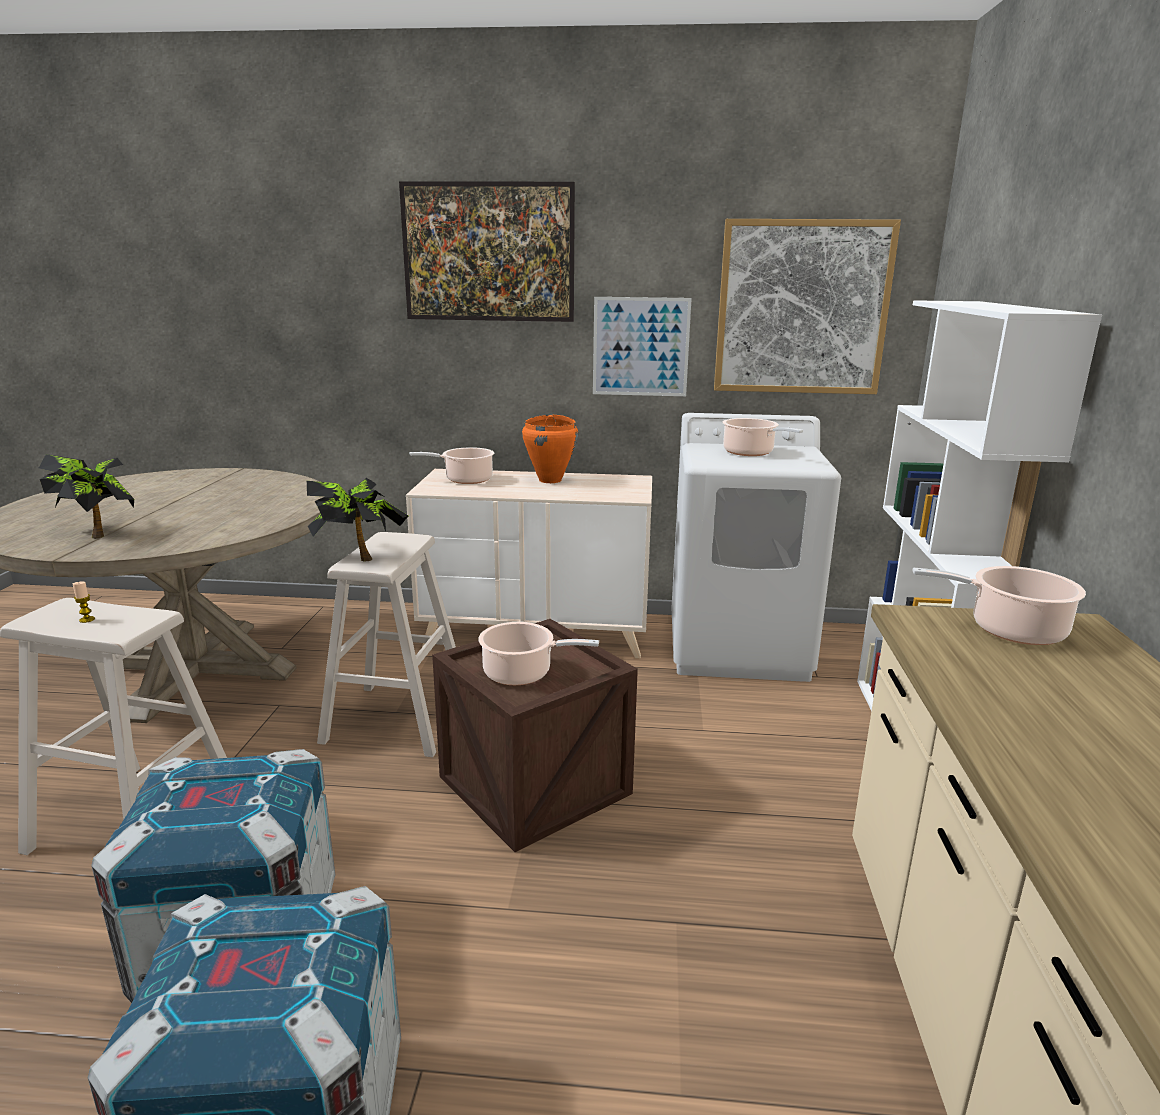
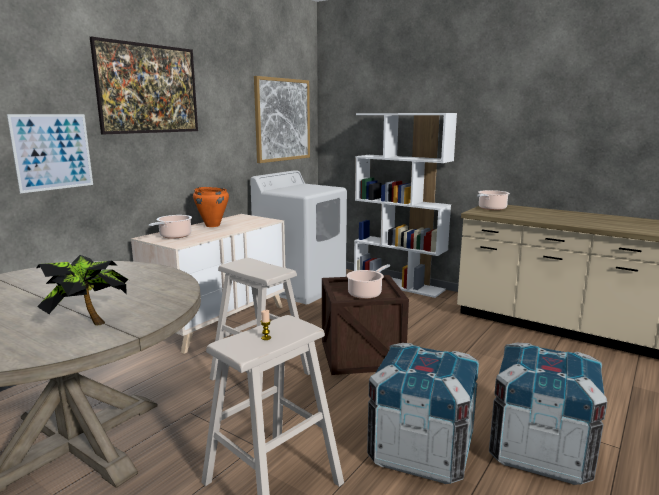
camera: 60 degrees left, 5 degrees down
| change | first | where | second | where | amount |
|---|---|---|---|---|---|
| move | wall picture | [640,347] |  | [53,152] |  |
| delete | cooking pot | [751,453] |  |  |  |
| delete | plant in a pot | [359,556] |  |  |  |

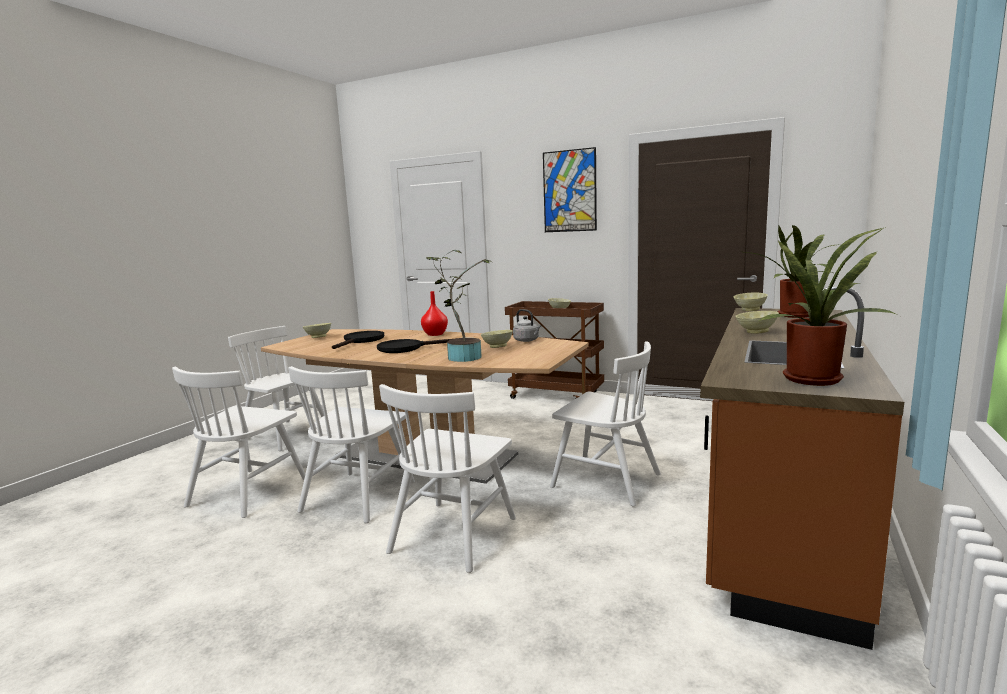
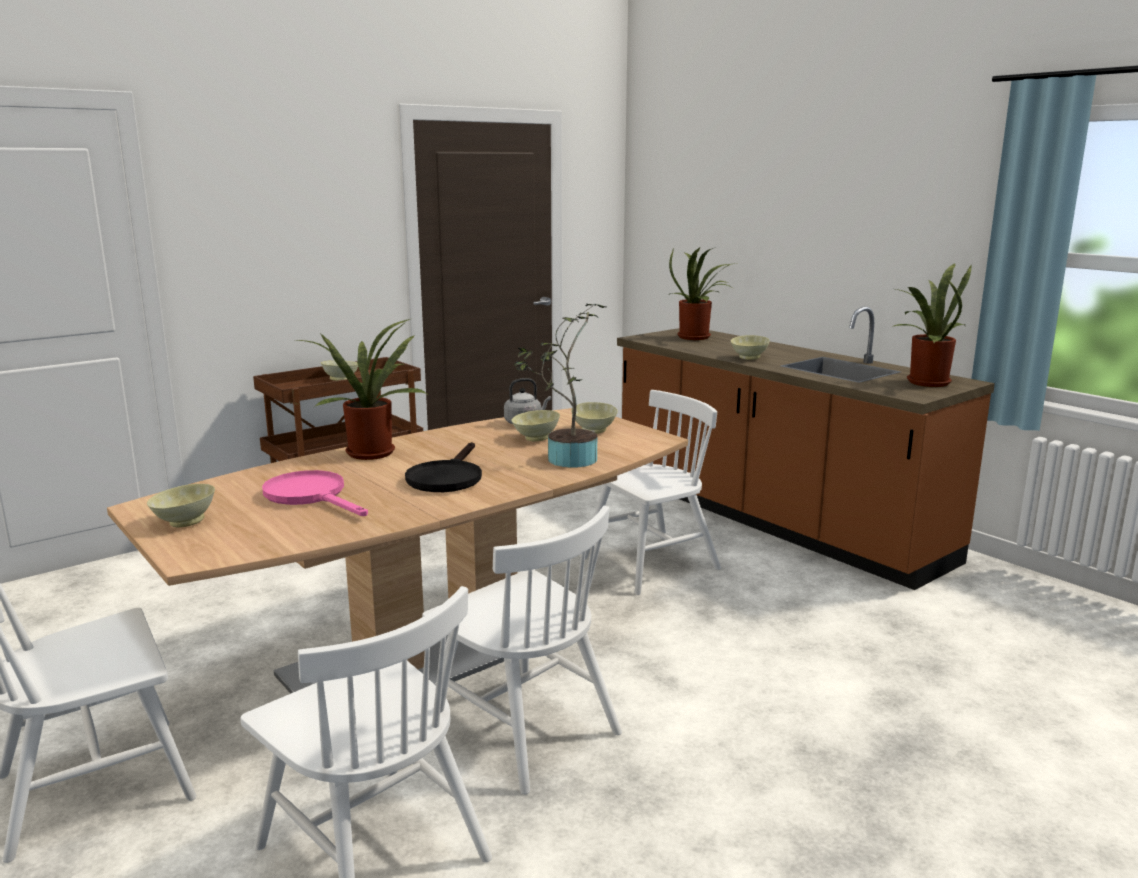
camera: 65 degrees left, 5 degrees up
| change | first | where | second | where | amount |
|---|---|---|---|---|---|
| delete | wall picture | [569,191] |  |  |  |
| replace | flower vase/red | [435,334] | plant in a pot | [371,452] |  |
| move | serving bowl/sand-coloured | [749,310] |  | [593,431] |  |
| recolor | skillet/blackish | [361,341] | skillet/pinkish | [311,496] |  |
| delete | upright chair/white-coloured | [453,534] |  |  |  |

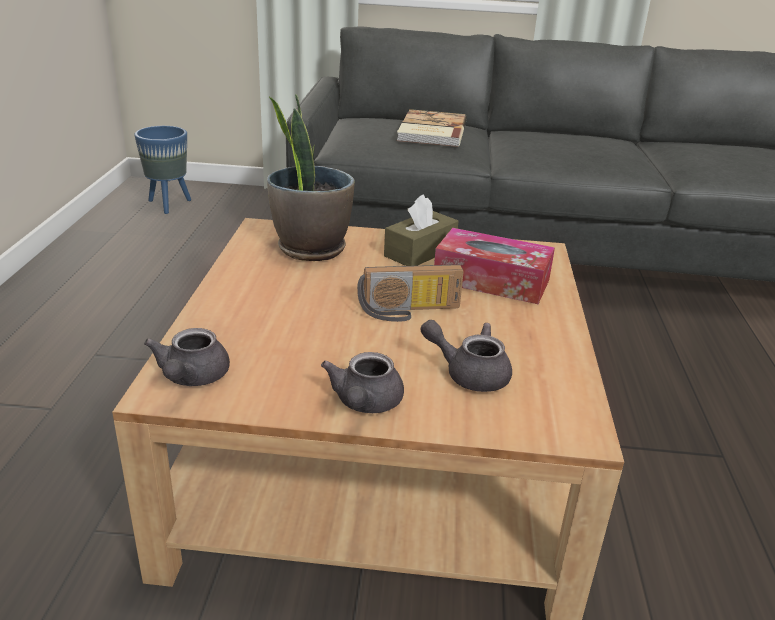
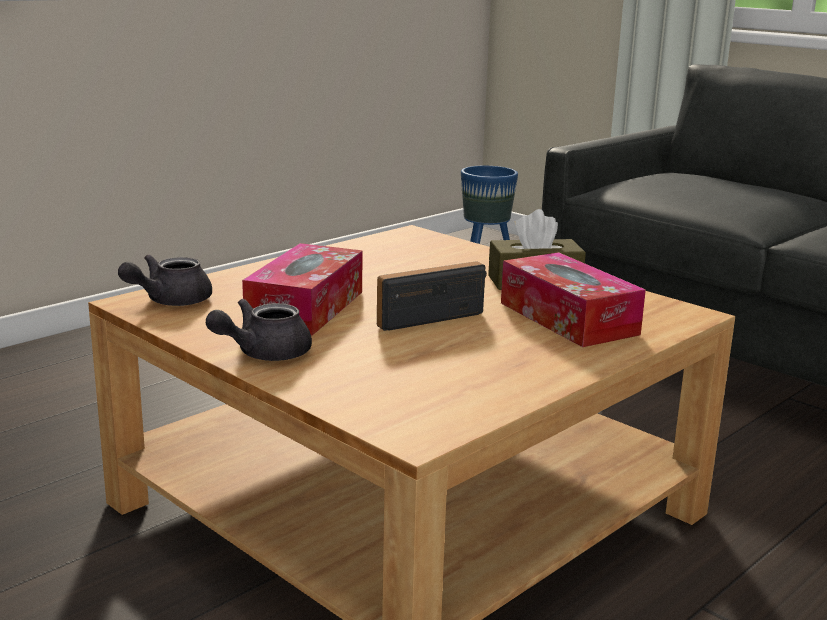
camera: 40 degrees right, 10 degrees down
| change | first | where | second | where | amount |
|---|---|---|---|---|---|
| delete | plant in a pot | [310,248] |  |  |  |
| delete | volume | [430,131] |  |  |  |
| rotate | radio set | [409,312] |  | [428,315] | 120 degrees clockwise |
| delete | teapot/gray | [469,373] |  |  |  |
| insert |  |  | tissue box | [306,308] |  |

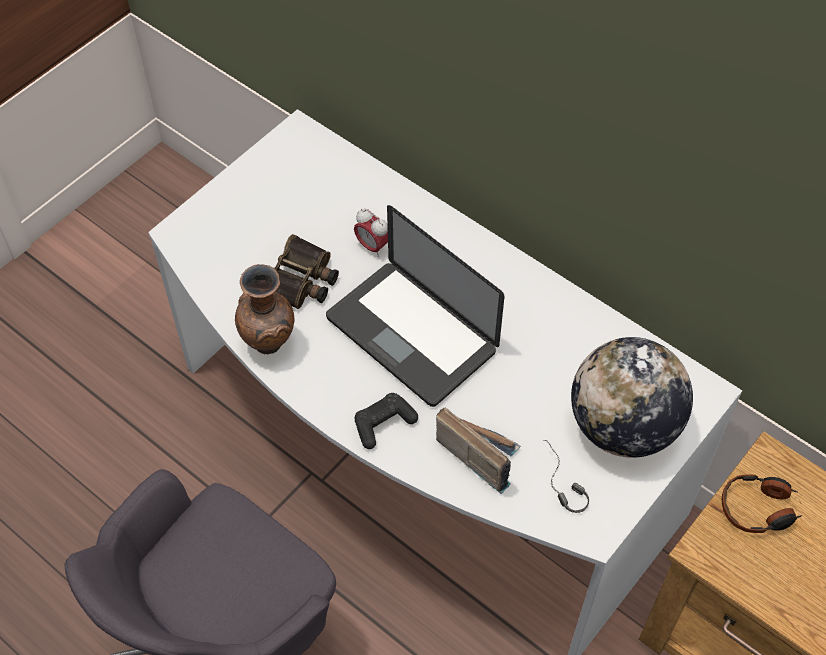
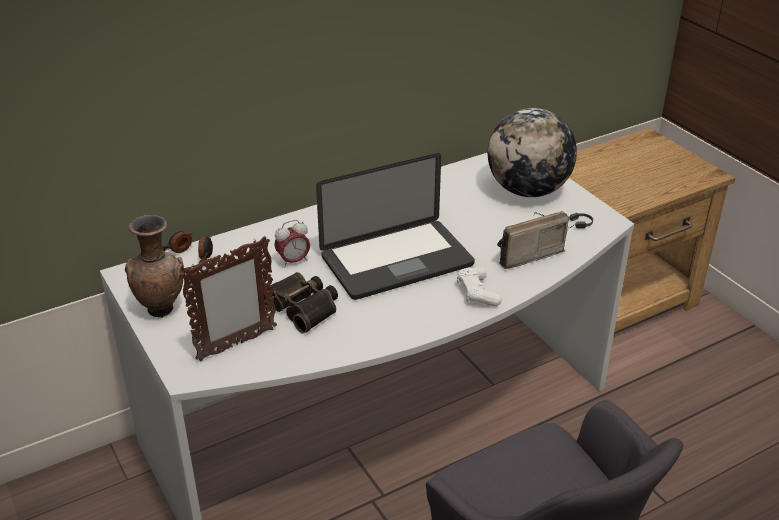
camera: 70 degrees left, 20 degrees down
| change | first | where | second | where | amount |
|---|---|---|---|---|---|
| move | flower vase/brown-coloured | [270,345] |  | [162,309] |  |
| recolor | gamepad/blackish | [383,424] | gamepad/white-coloured | [477,293] |  |
| move | pair of headphones | [758,509] |  | [186,261] |  |
| insert |  |  | picture frame | [236,345] |  |

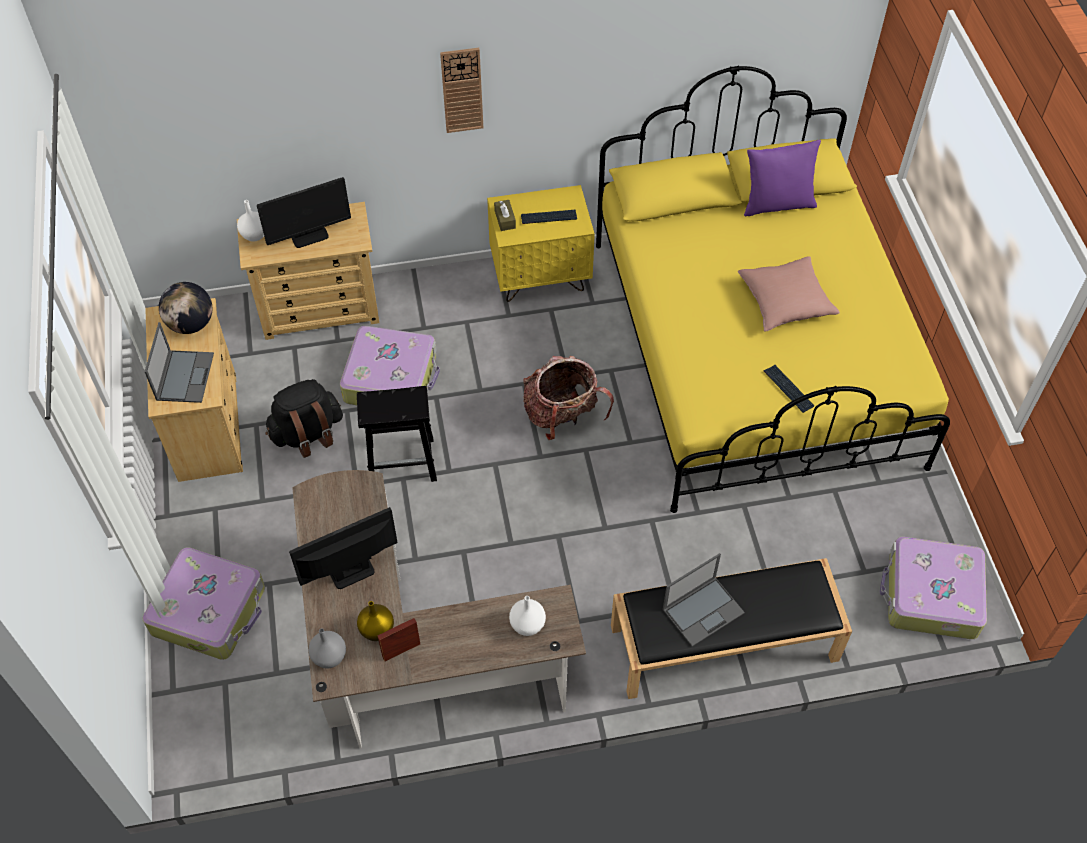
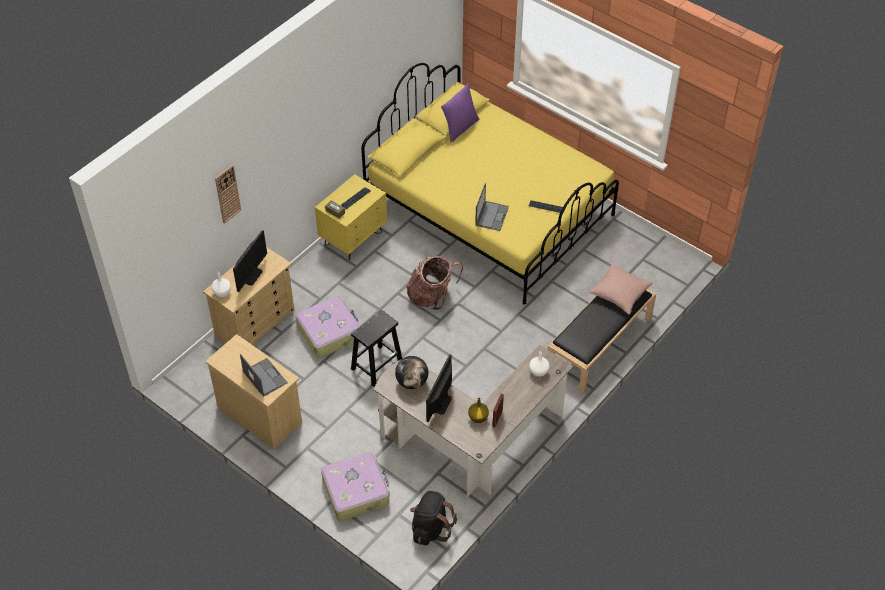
camera: 40 degrees left, 5 degrees down
| change | first | where | second | where | amount |
|---|---|---|---|---|---|
| move | wall clock | [462,90] |  | [227,194] |  |
| move | pillow/pinkish | [785,301] |  | [619,293] |  |
| move | desk globe | [191,324] |  | [412,382] |  |
| move | knapsack/blackish | [308,434] |  | [430,528] |  |
| delete | travel case | [931,595] |  |  |  |
| move | notebook computer | [703,610] |  | [492,215] |  |
| delete | flower vase/gray | [330,656] |  |  |  |

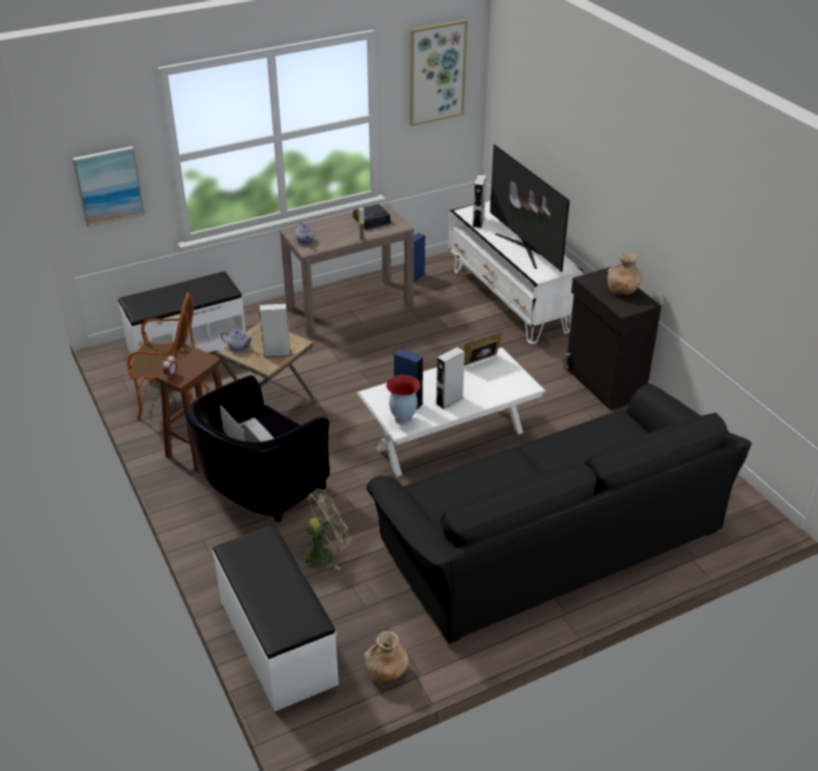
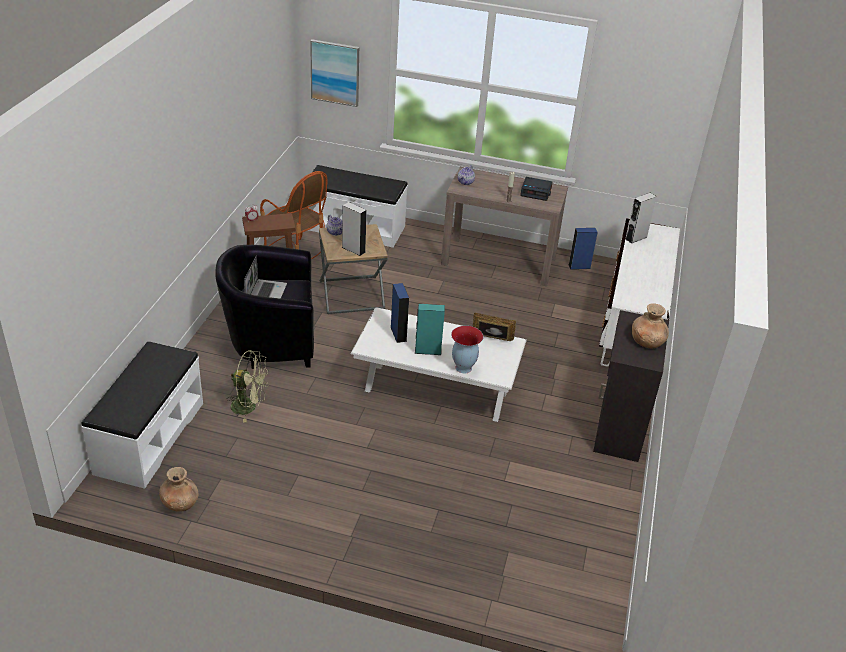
camera: 40 degrees right, 0 degrees up
| change | first | where | second | where | amount |
|---|---|---|---|---|---|
| delete | wall picture | [436,72] |  |  |  |
| delete | TV | [525,248] |  |  |  |
| recolor | loudspeaker/gray | [449,400] | loudspeaker/turquoise | [428,351] |  |
| move | flower vase | [403,420] |  | [463,368] |  |
| delete | sofa/blackish | [550,538] |  |  |  |

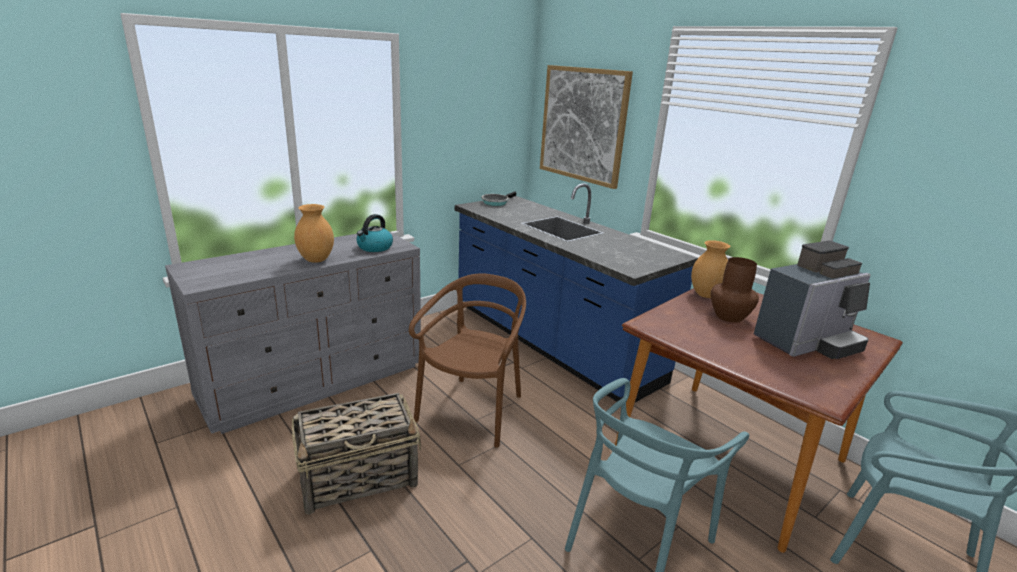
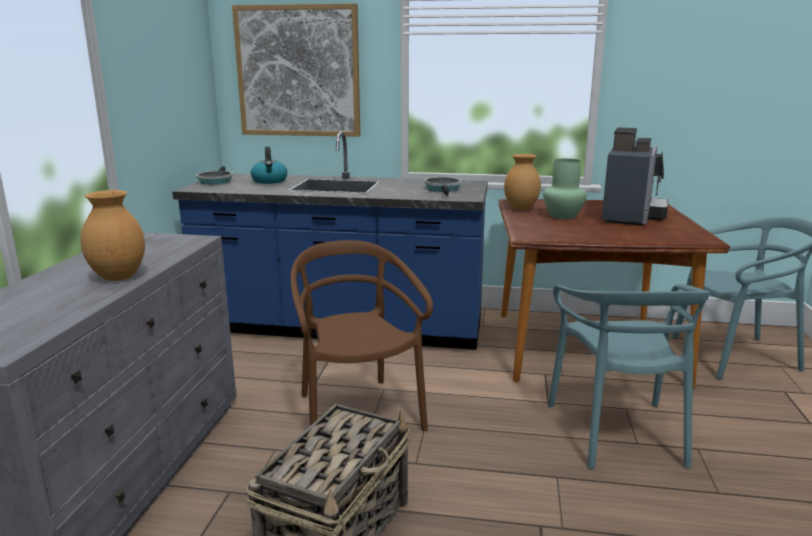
camera: 40 degrees left, 5 degrees down
| change | first | where | second | where | amount |
|---|---|---|---|---|---|
| move | water kettle | [374,247] |  | [270,181] |  |
| recolor | flower vase/brown-coloured | [730,316] | flower vase/green | [563,216] |  |
| insert |  |  | skillet | [443,189] |  |

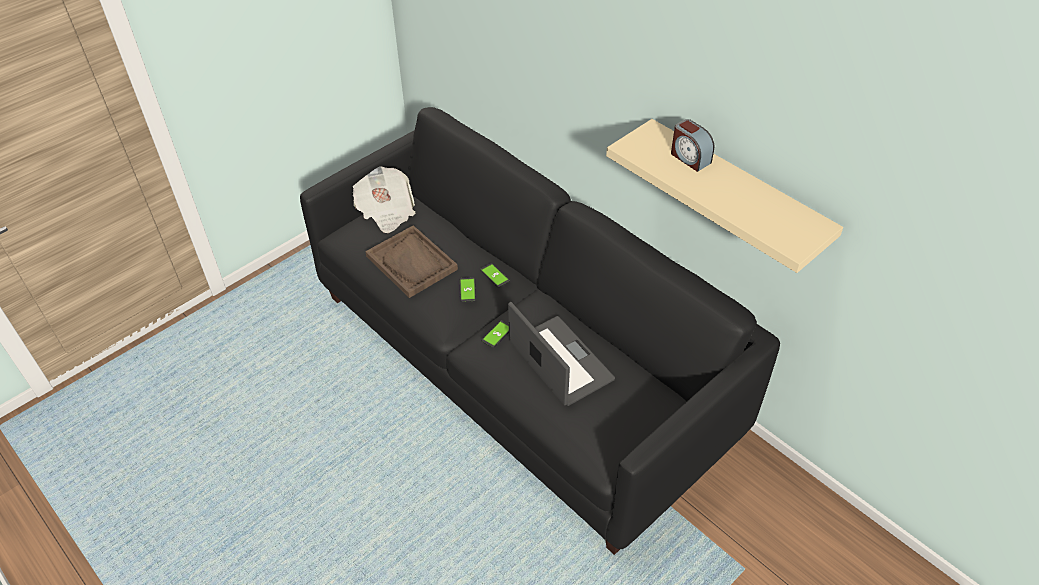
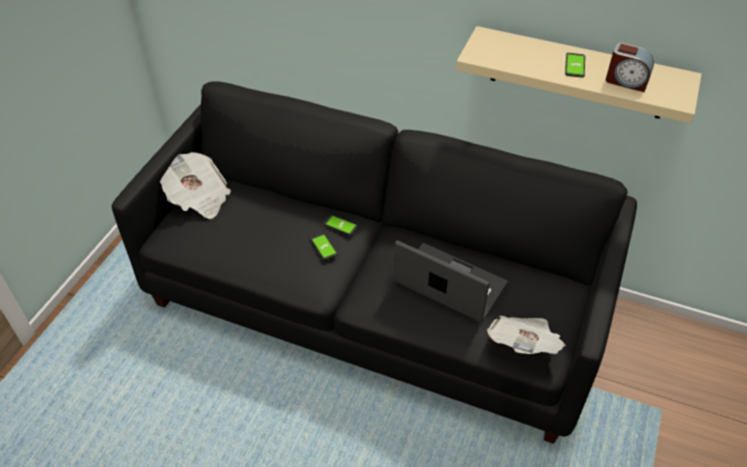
camera: 25 degrees left, 0 degrees up
| change | first | where | second | where | amount |
|---|---|---|---|---|---|
| move | alarm clock | [689,158] |  | [626,81] |  |
| delete | carrying tray/brown-coloured | [412,263] |  |  |  |
| move | telephone | [497,334] |  | [574,66] |  |
| insert |  |  | newspaper | [524,345] |  |

